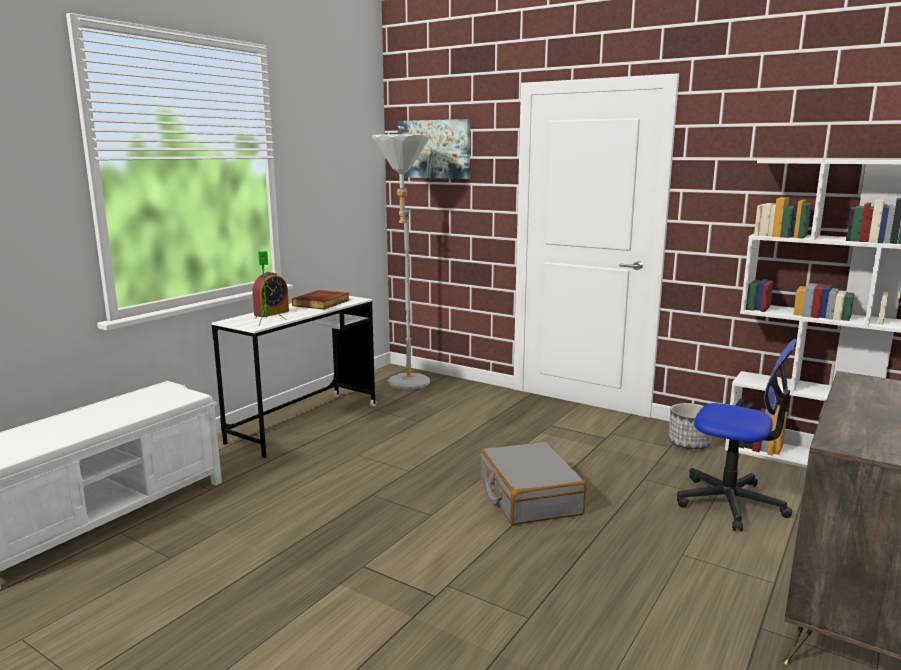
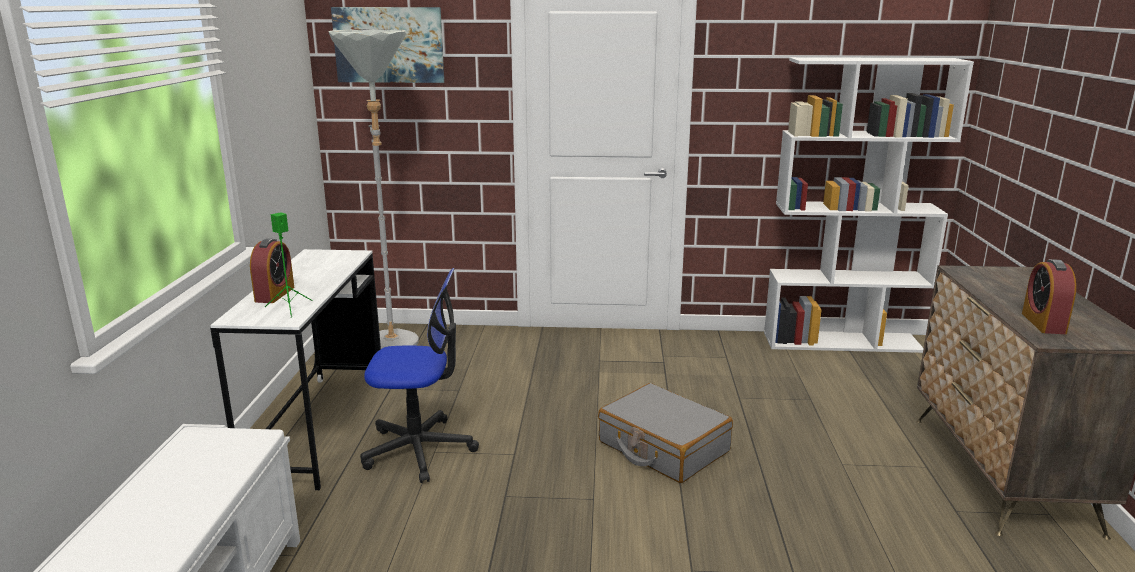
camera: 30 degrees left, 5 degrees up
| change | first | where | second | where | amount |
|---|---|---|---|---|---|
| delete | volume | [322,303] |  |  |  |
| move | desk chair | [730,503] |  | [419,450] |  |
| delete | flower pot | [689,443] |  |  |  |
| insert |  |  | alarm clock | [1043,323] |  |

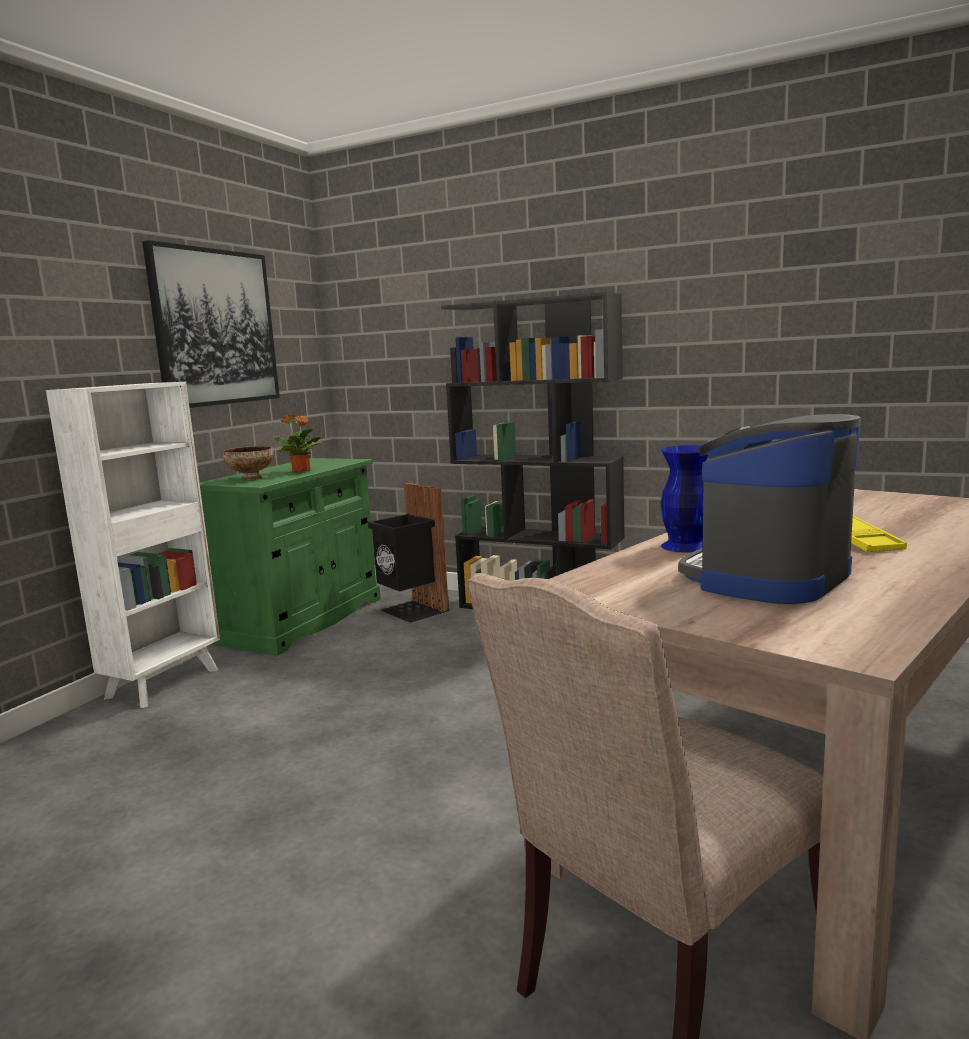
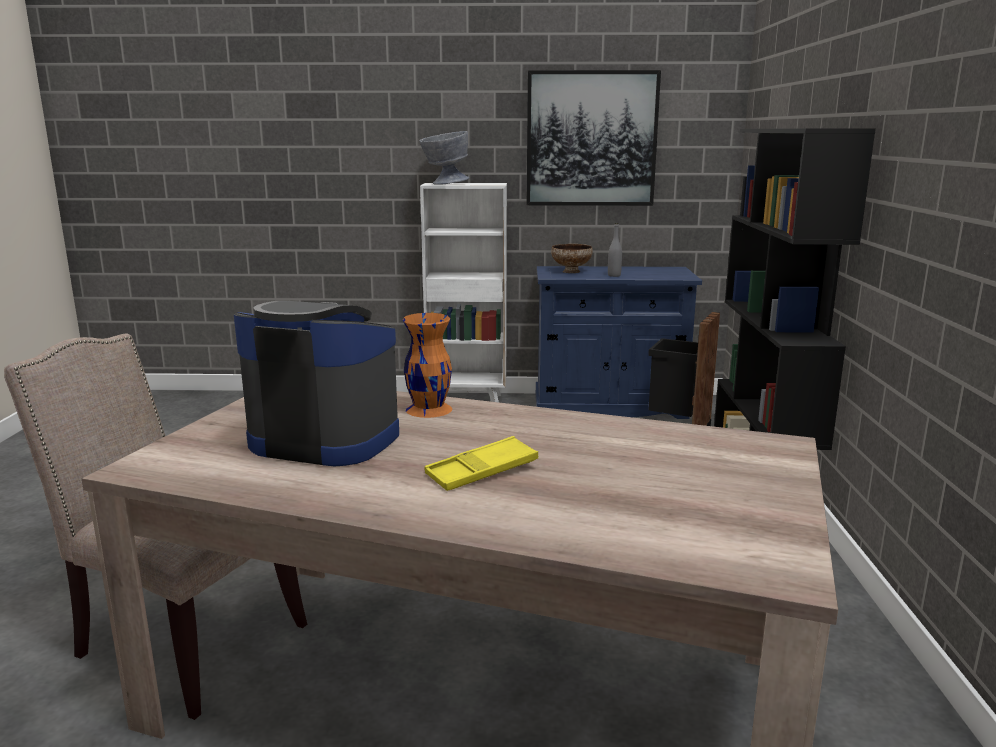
camera: 65 degrees right, 5 degrees up
| change | first | where | second | where | amount |
|---|---|---|---|---|---|
| replace | plant in a pot | [301,471] | drink bottle/gray | [614,275] |  |
| recolor | flower vase/blue-coloured | [684,546] | flower vase/orange | [428,409] |  |
| recolor | cupboard/green | [303,620] | cupboard/blue-coloured | [609,406] |  |
| insert |  |  | serving bowl/gray | [444,184] |  |

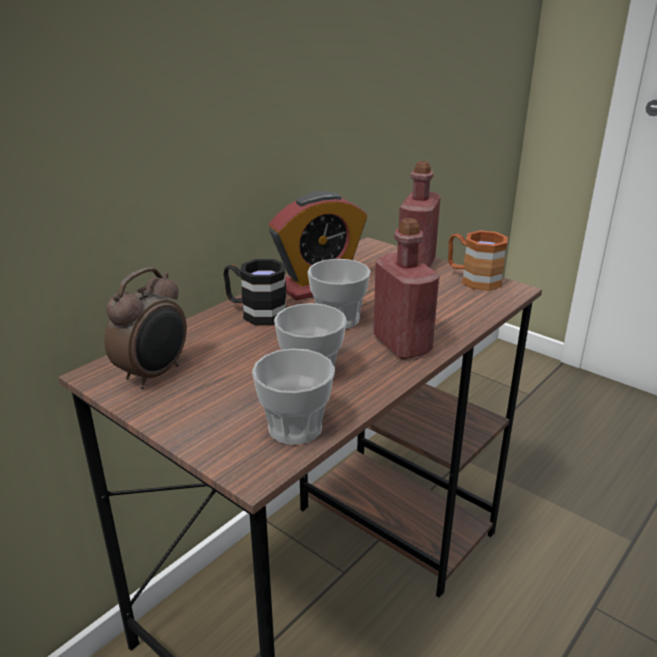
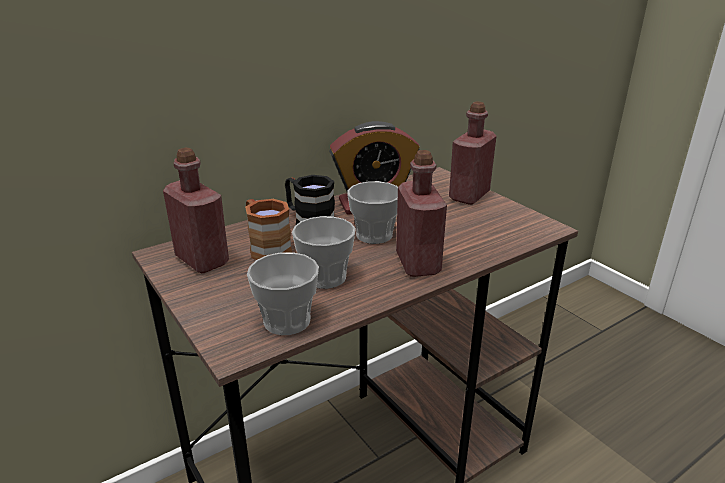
camera: 15 degrees right, 0 degrees up
| change | first | where | second | where | amount |
|---|---|---|---|---|---|
| move | mug/brown-coloured | [473,279] |  | [266,247] |  |
| replace | alarm clock | [155,374] | drink bottle/red | [202,260] |  |

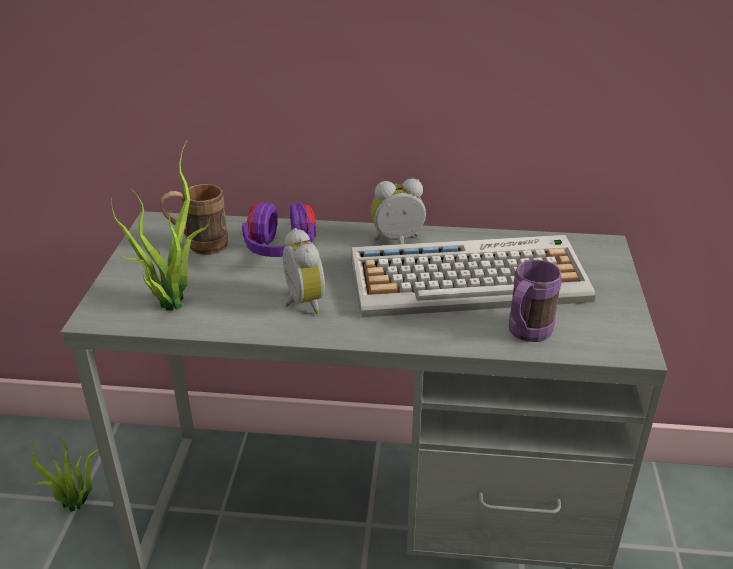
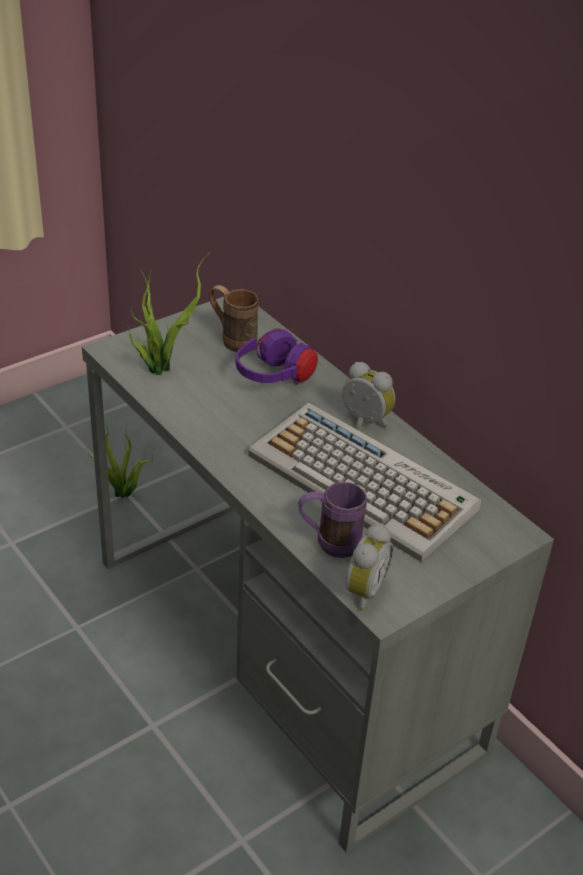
camera: 45 degrees right, 5 degrees up
| change | first | where | second | where | amount |
|---|---|---|---|---|---|
| move | alarm clock | [301,303] |  | [362,591] |  |

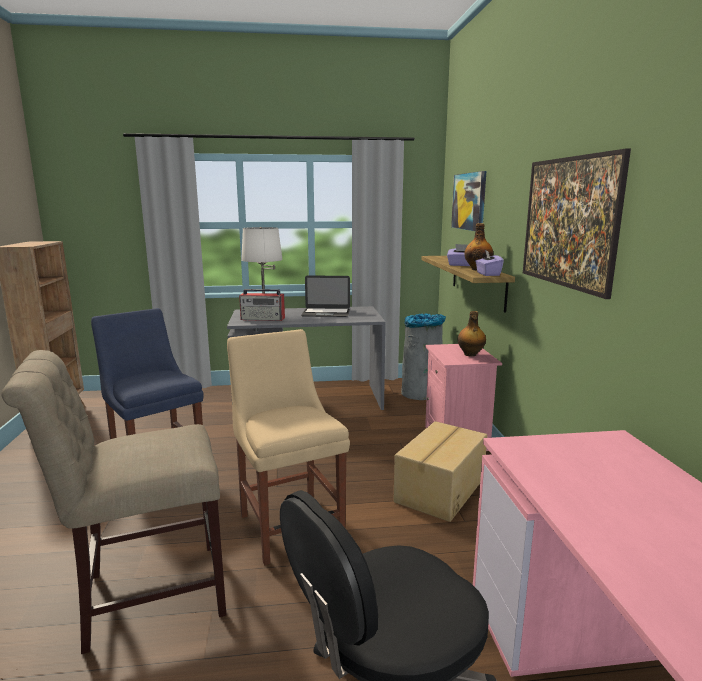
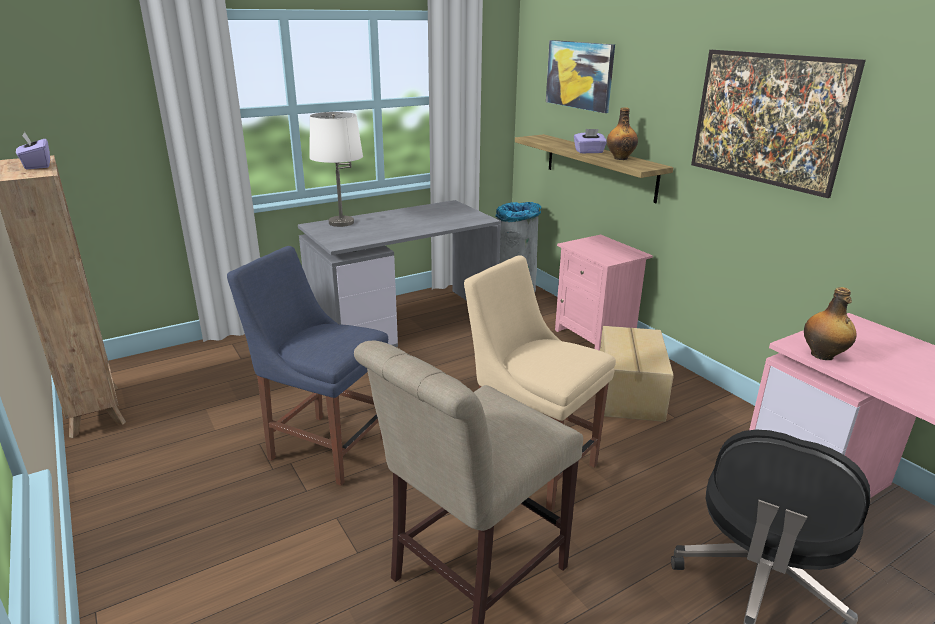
camera: 25 degrees left, 10 degrees up
| change | first | where | second | where | amount |
|---|---|---|---|---|---|
| move | tissue box/purple-coloured | [487,274] |  | [37,165] |  |
| delete | notebook computer | [326,313] |  |  |  |
| delete | radio set | [263,319] |  |  |  |
| move | drink bottle | [470,354] |  | [823,355] |  |

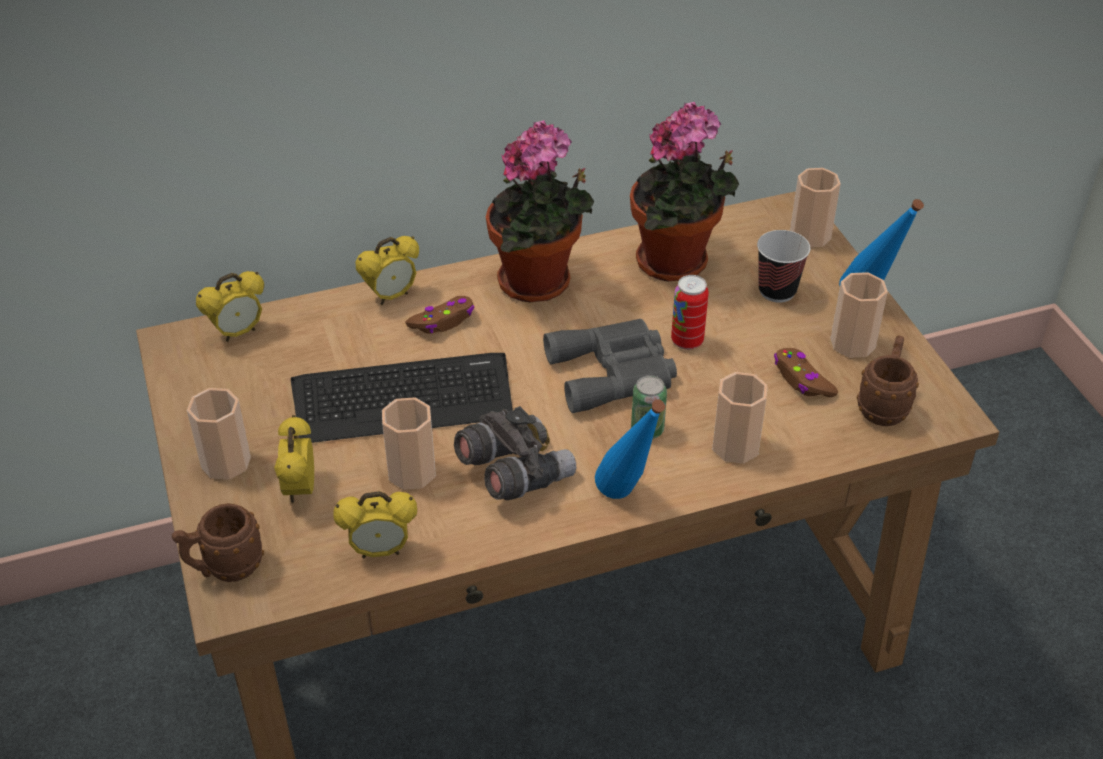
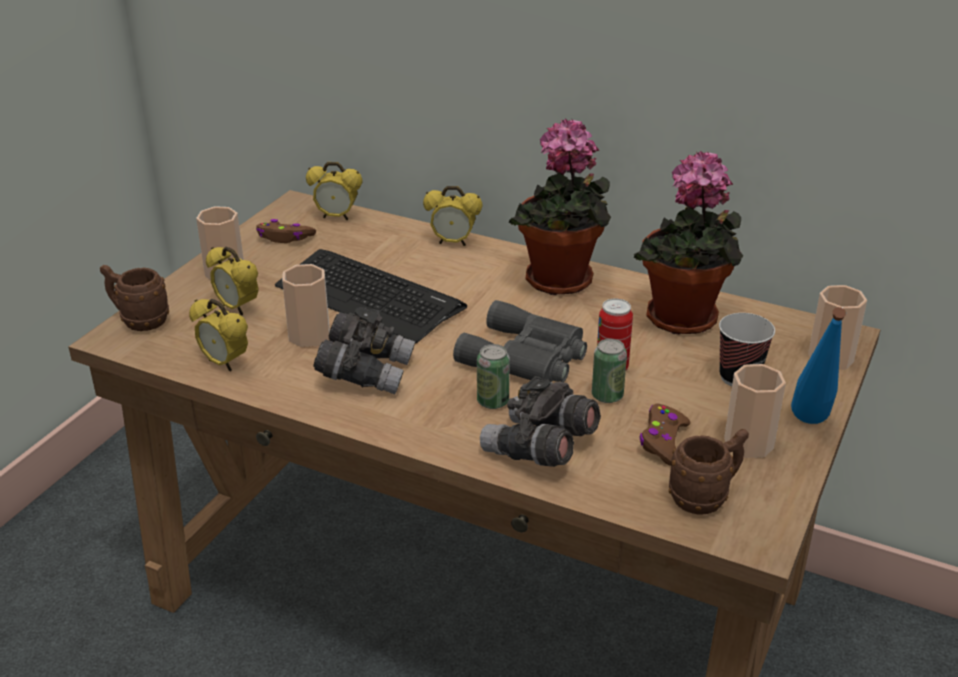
camera: 45 degrees right, 10 degrees down
| change | first | where | second | where | amount |
|---|---|---|---|---|---|
| move | gamepad/brown-coloured | [443,321] |  | [285,238] |  |
| replace | drinking cup | [735,446] | binoculars/gray | [539,449] |  |
| delete | drink bottle/blue-coloured | [628,500] |  |  |  |
| rotate | alarm clock | [300,490] |  | [237,308] | 90 degrees counterclockwise |
| insert |  |  | can | [607,396] |  |

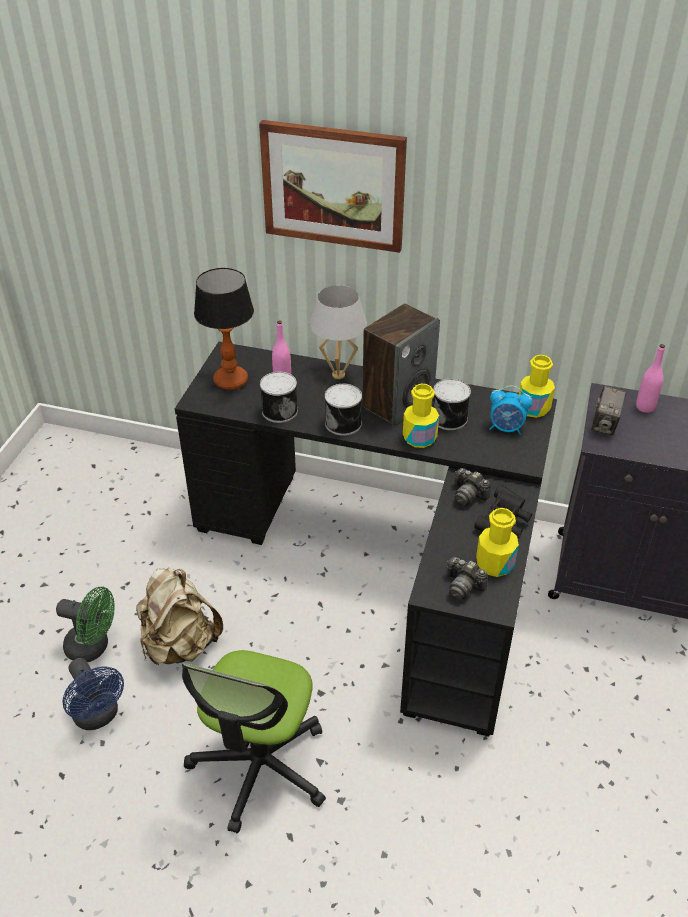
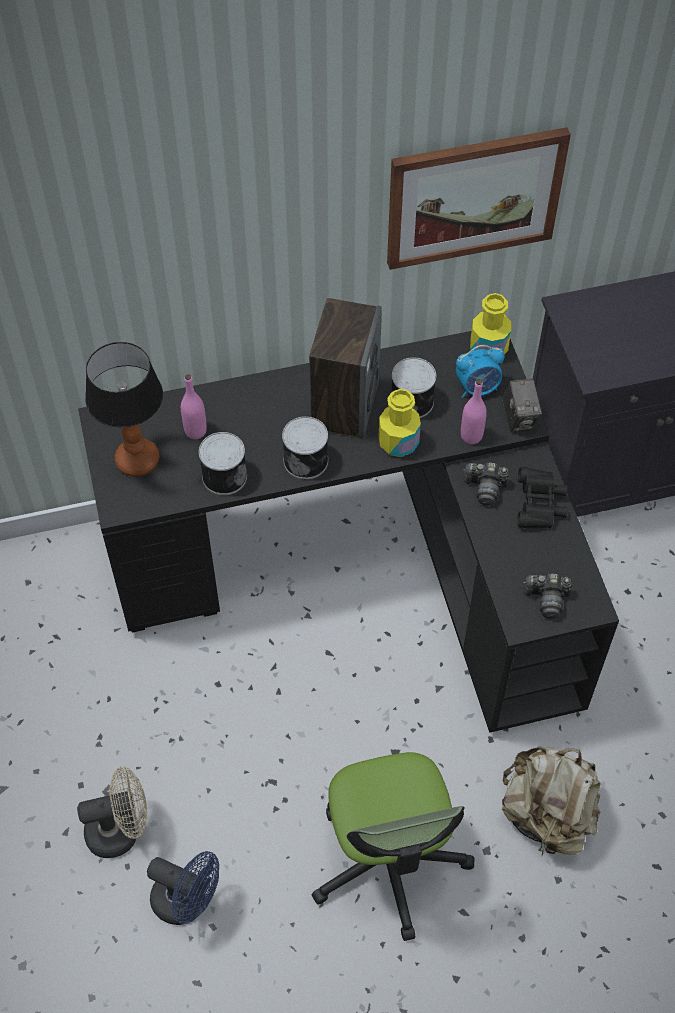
camera: 30 degrees left, 15 degrees up
| change | first | where | second | where | amount |
|---|---|---|---|---|---|
| move | wall picture | [333,185] |  | [474,197] |  |
| delete | table lamp/white-coloured | [338,375] |  |  |  |
| move | drink bottle/pinkish | [645,407] |  | [471,436] |  |
| move | still camera | [605,425] |  | [519,417] |  |
| delete | drink bottle/yellow | [494,564] |  |  |  |
| move | knapsack/sand-coloured | [180,644] |  | [547,814] |  |
| recolor | electric fan/green | [93,647] | electric fan/sand-coloured | [121,830] |  |

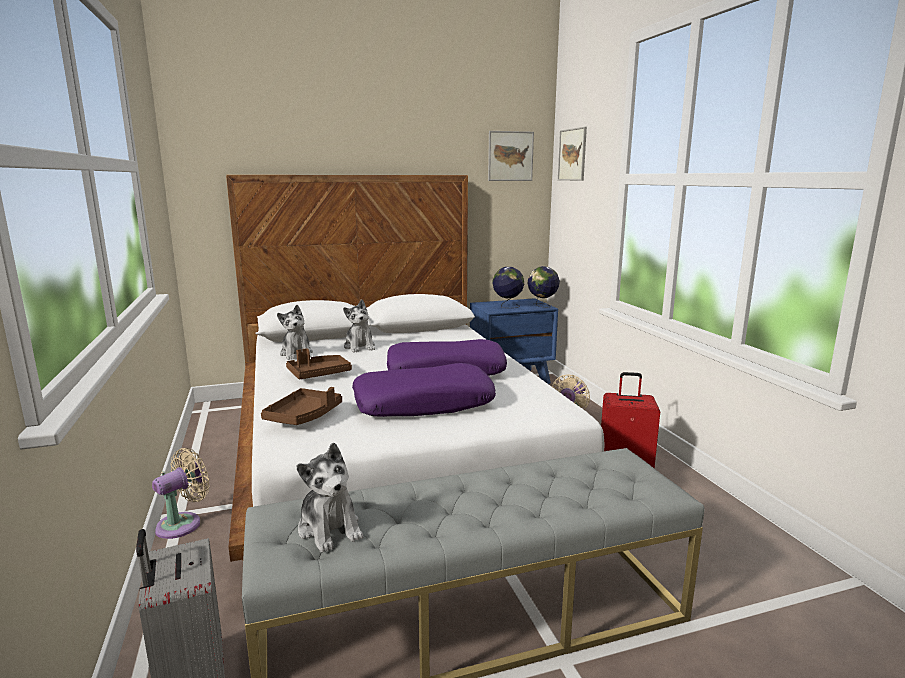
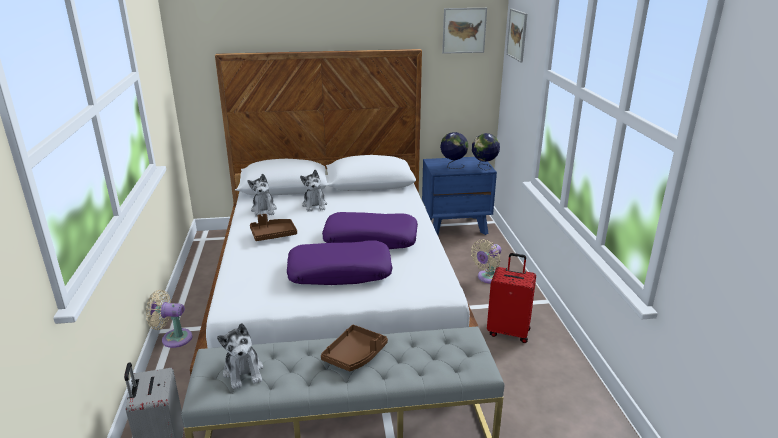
camera: 10 degrees right, 10 degrees up
| change | first | where | second | where | amount |
|---|---|---|---|---|---|
| move | carrying tray/brown-coloured | [304,416] |  | [355,355] |  |
| rotate | electric fan/sand-coloured | [183,523] |  | [173,338] | 135 degrees counterclockwise |

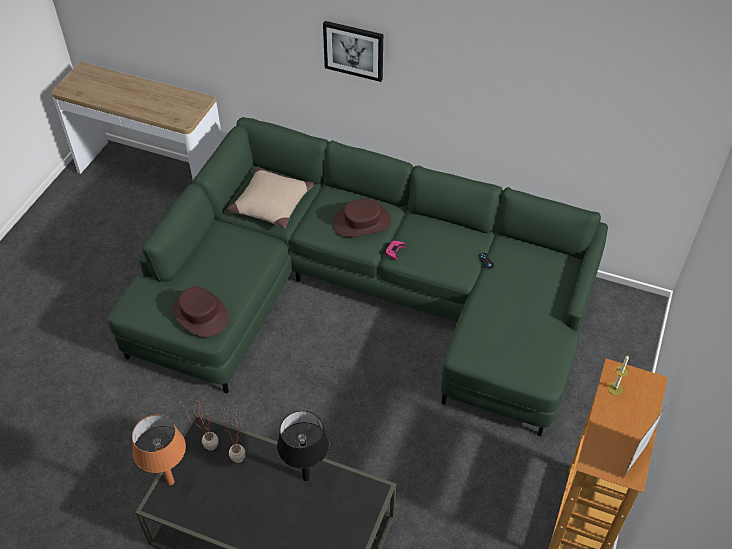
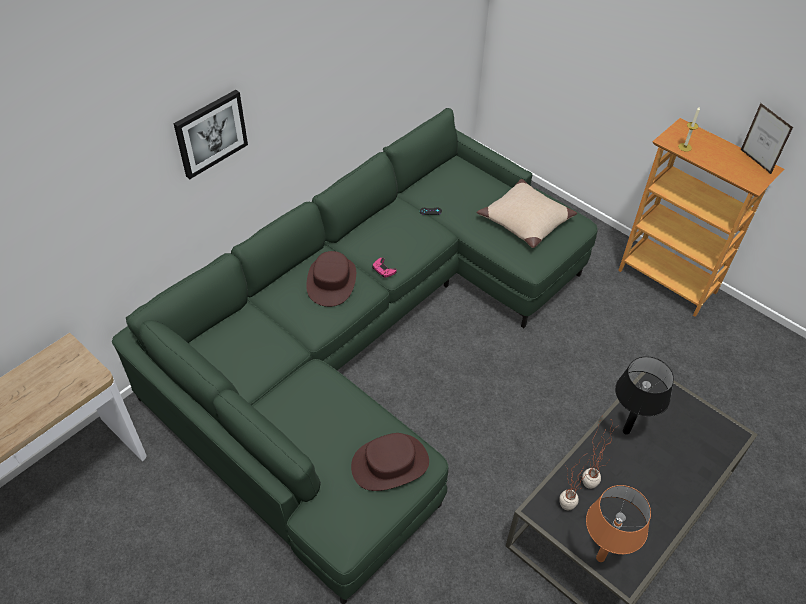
camera: 70 degrees left, 0 degrees up
| change | first | where | second | where | amount |
|---|---|---|---|---|---|
| move | pillow/sand-coloured | [271,203] |  | [525,221] |  |

